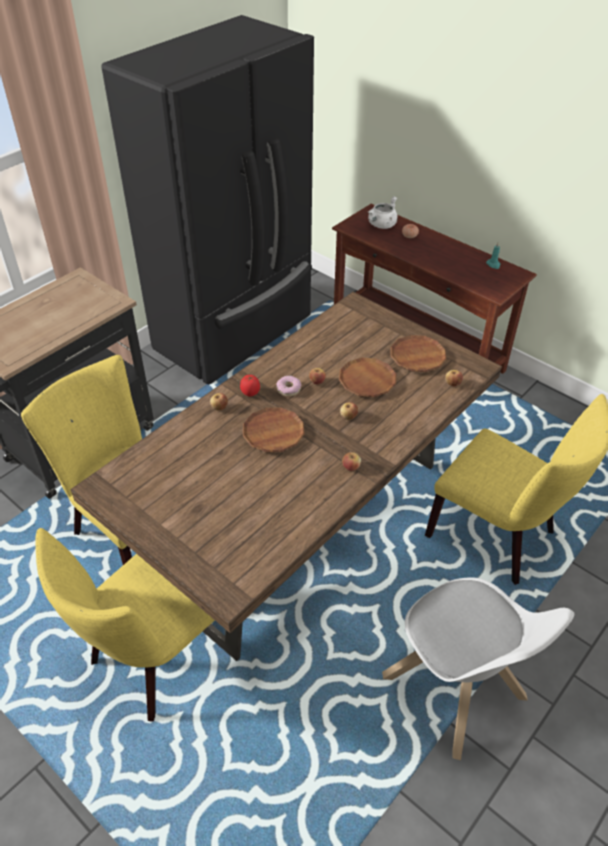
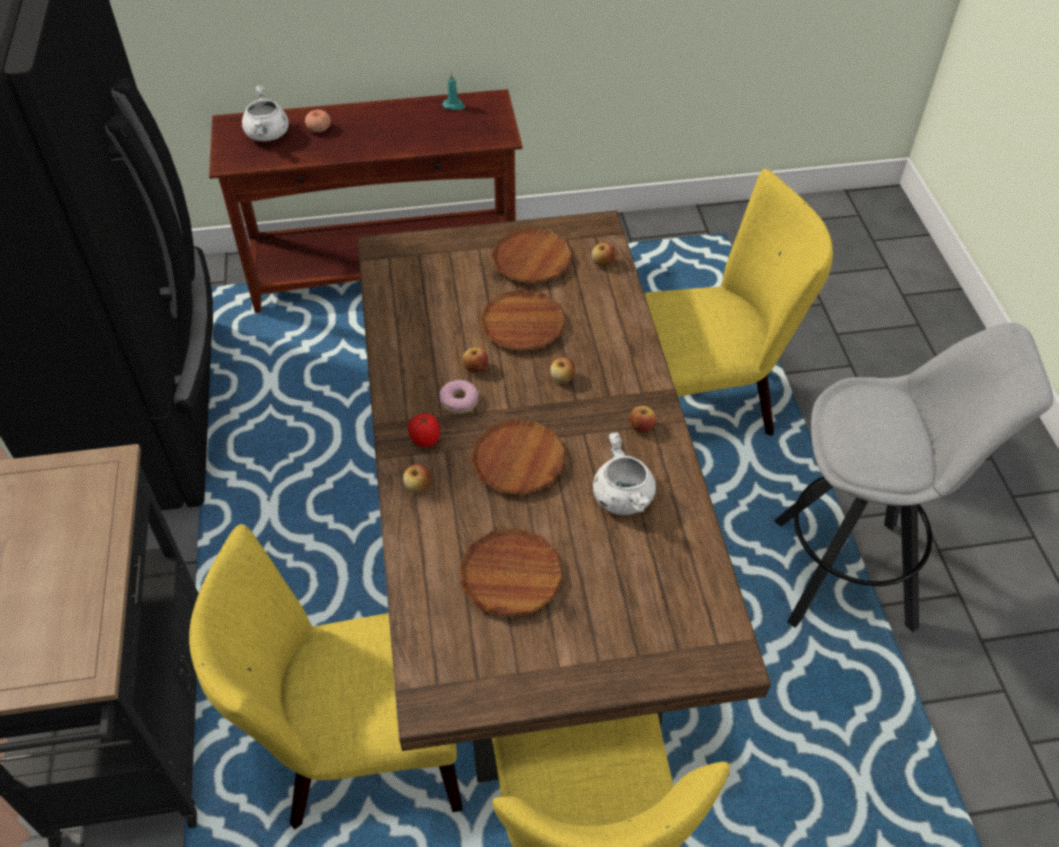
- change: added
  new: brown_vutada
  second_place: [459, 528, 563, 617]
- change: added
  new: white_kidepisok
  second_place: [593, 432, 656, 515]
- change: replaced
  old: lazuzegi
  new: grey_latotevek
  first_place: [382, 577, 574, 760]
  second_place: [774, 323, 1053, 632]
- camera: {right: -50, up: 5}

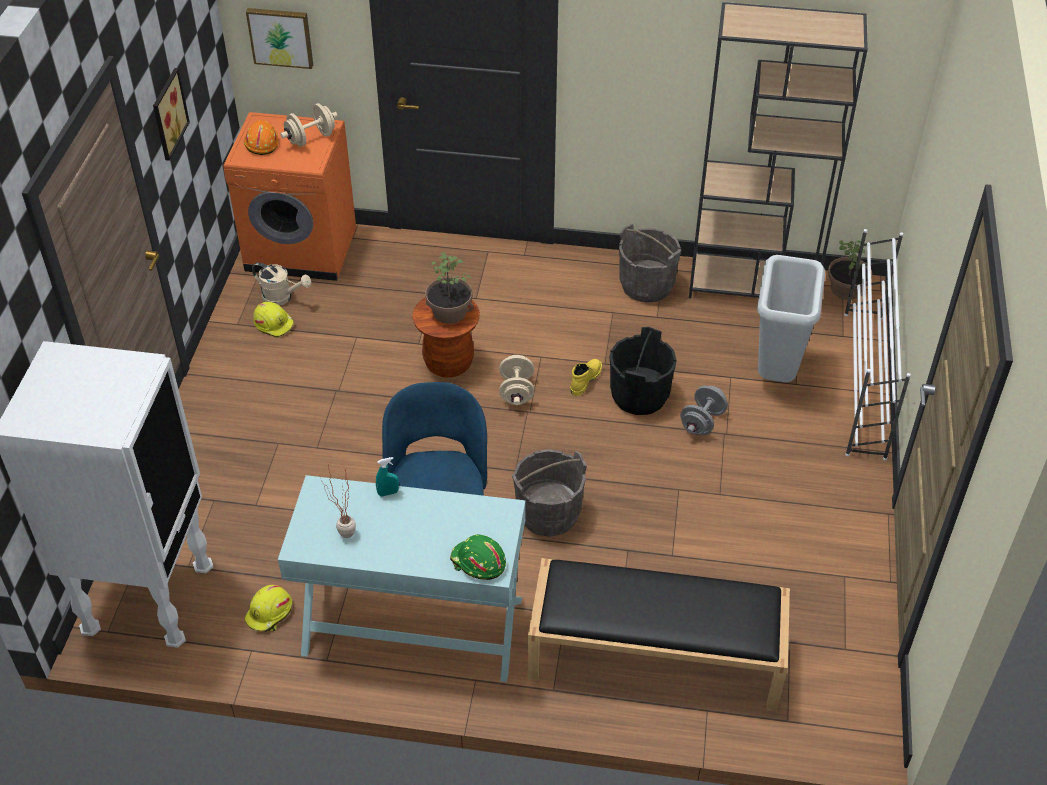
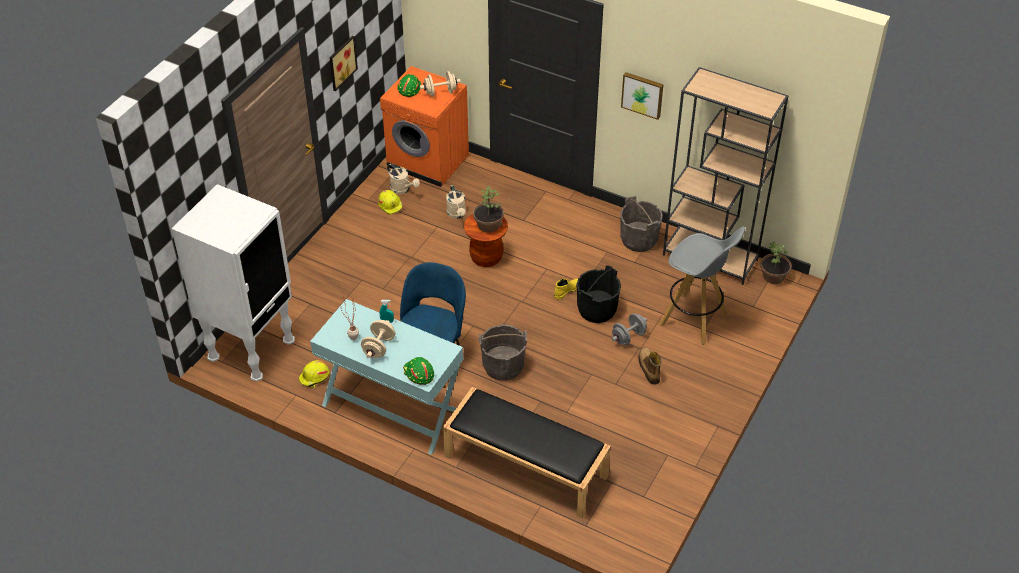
- change: moved
  old: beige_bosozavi
  first_place: [499, 355, 534, 405]
  second_place: [361, 320, 395, 358]
- change: recoloured
  old: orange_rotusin
  new: green_rotusin
  first_place: [244, 121, 279, 155]
  second_place: [397, 74, 421, 97]
- change: added
  new: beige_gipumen
  second_place: [446, 185, 466, 219]
- change: moved
  old: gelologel
  first_place: [246, 8, 313, 69]
  second_place: [621, 72, 664, 120]
- change: added
  new: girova
  second_place: [638, 347, 661, 385]
- change: replaced
  old: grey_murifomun
  new: grey_latotevek
  first_place: [757, 255, 825, 382]
  second_place: [660, 226, 745, 345]
- change: removed
  old: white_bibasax
  first_place: [844, 229, 911, 460]
- camera: {right: 20, up: 0}

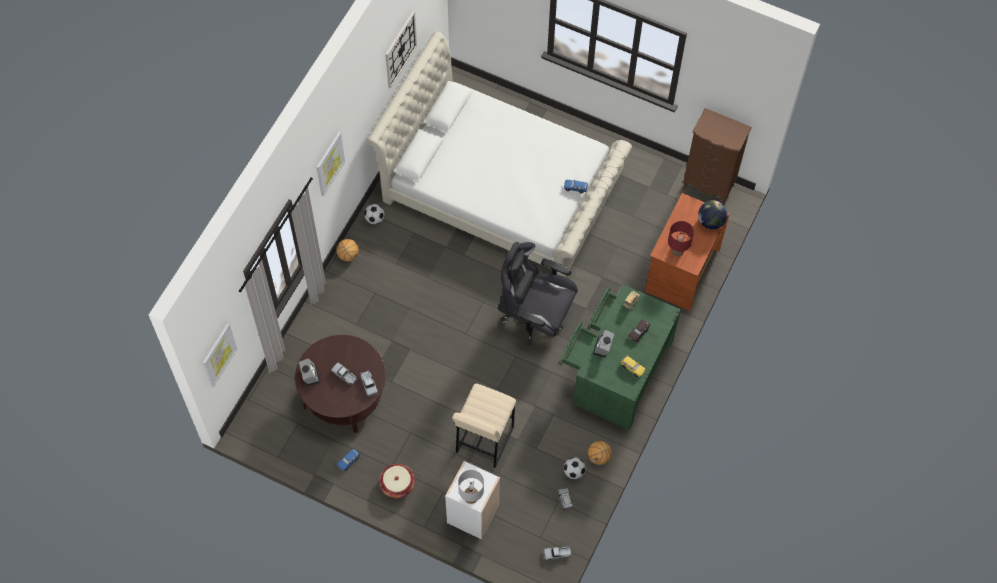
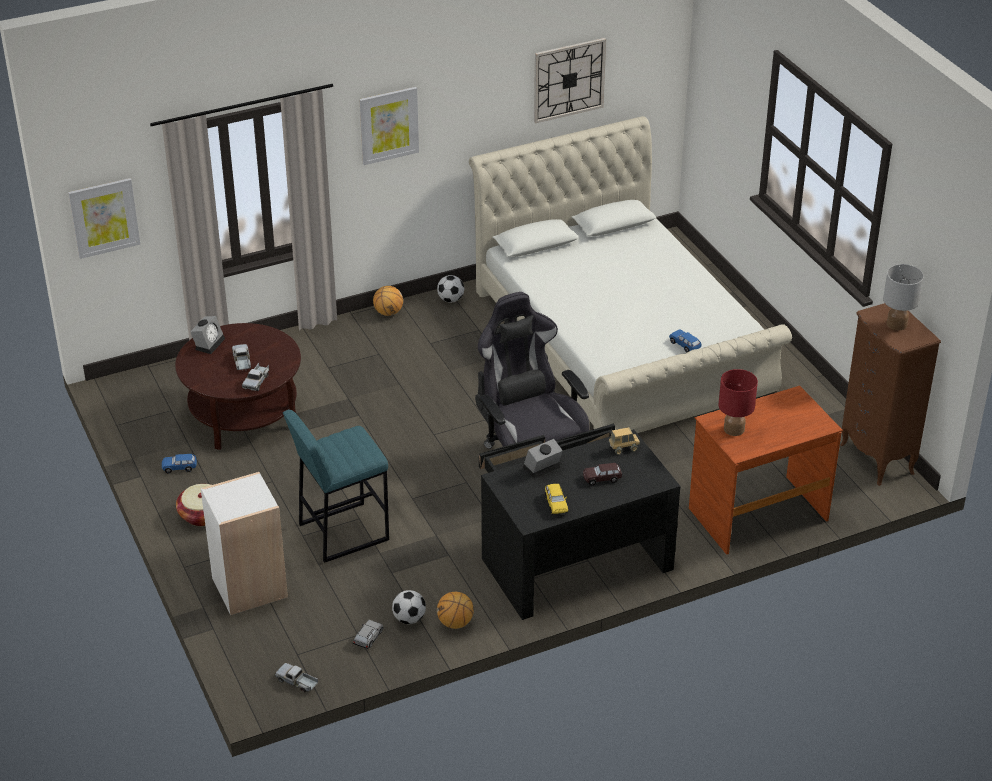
- change: recoloured
  old: beige_latotevek
  new: turquoise_latotevek
  first_place: [452, 384, 516, 468]
  second_place: [283, 410, 389, 563]
- change: recoloured
  old: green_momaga
  new: black_momaga
  first_place: [559, 284, 681, 430]
  second_place: [479, 424, 681, 620]
- change: moved
  old: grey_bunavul
  first_place: [458, 470, 484, 504]
  second_place: [883, 264, 924, 330]
- change: removed
  old: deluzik
  first_place: [698, 200, 728, 229]
- camera: {right: 40, up: -25}

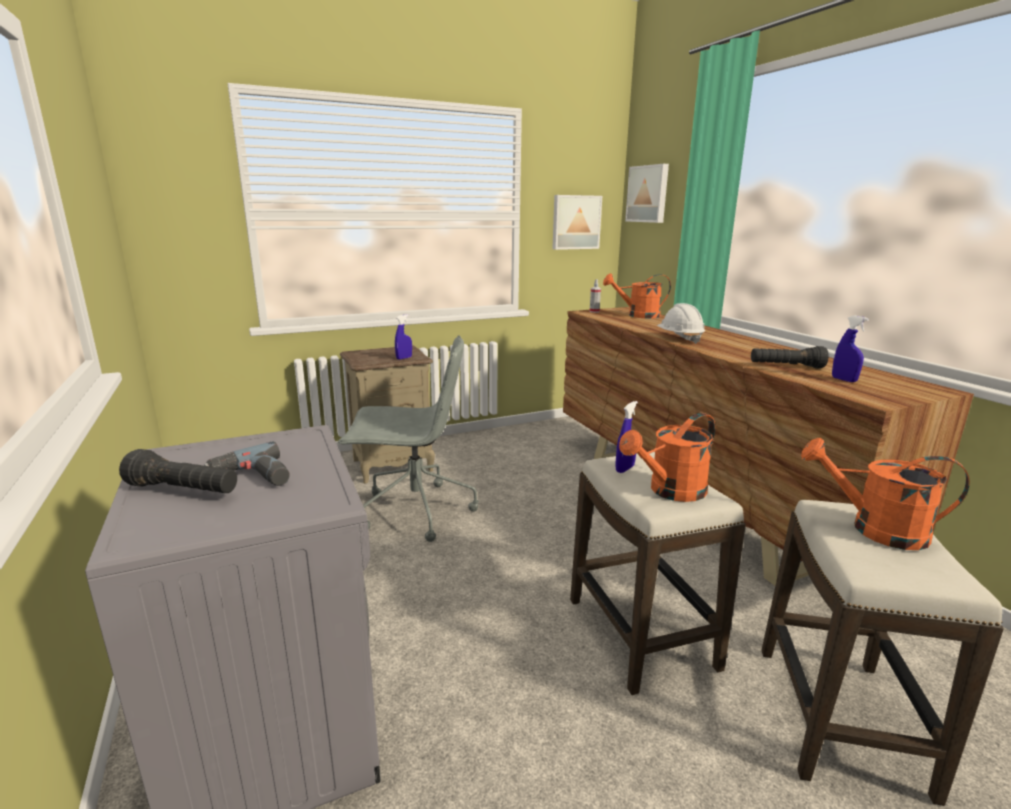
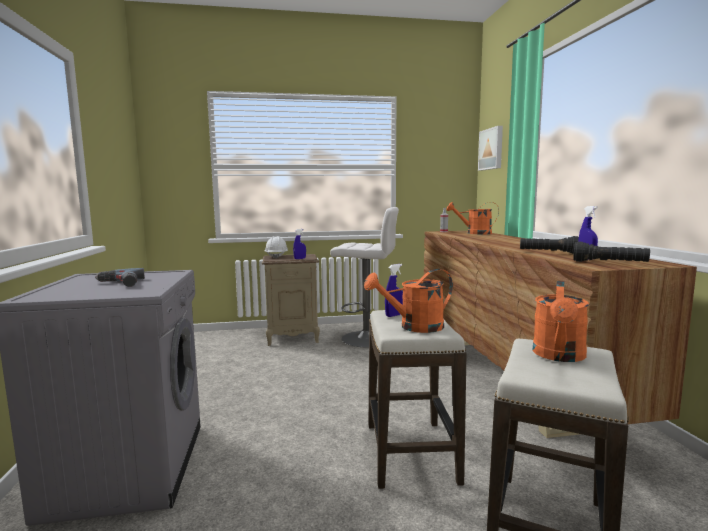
- change: moved
  old: white_rotusin
  first_place: [657, 303, 705, 344]
  second_place: [265, 236, 288, 258]
- change: added
  new: white_latotevek
  second_place: [330, 207, 399, 347]
- change: turned
  old: orange_gipumen
  first_place: [801, 438, 969, 550]
  second_place: [532, 281, 589, 362]
  degrees: -105
- change: moved
  old: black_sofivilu
  first_place: [119, 449, 237, 493]
  second_place: [573, 242, 650, 262]
- change: removed
  old: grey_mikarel
  first_place: [338, 335, 479, 542]
- change: removed
  old: gelologel
  first_place: [552, 195, 602, 250]
- camera: {right: 15, up: -10}

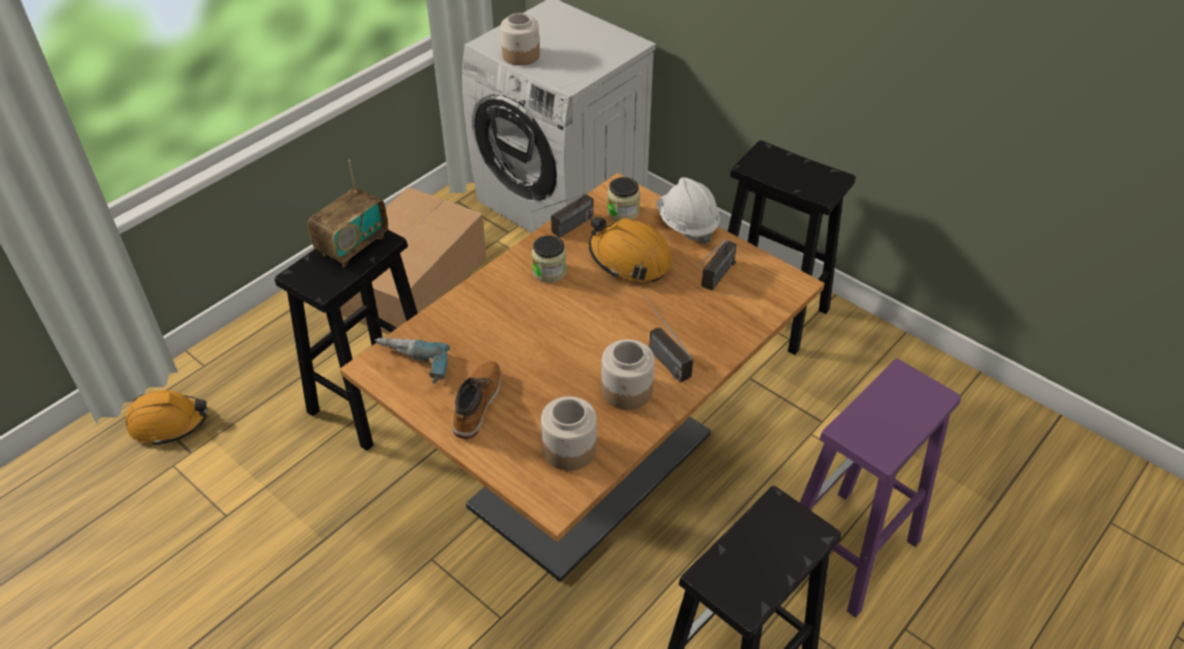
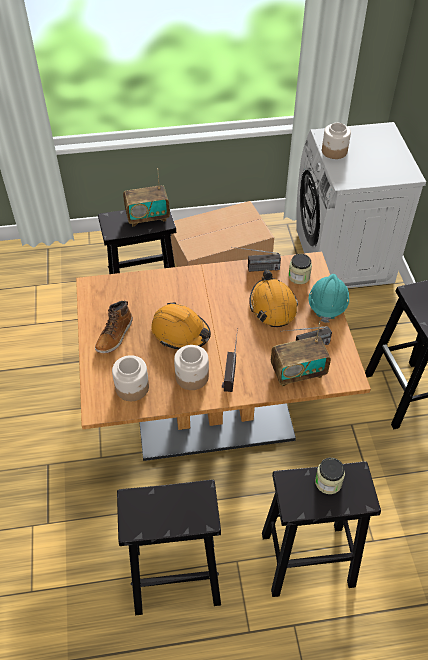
- change: turned
  old: girova
  first_place: [452, 361, 501, 439]
  second_place: [95, 300, 133, 353]
  degrees: 150
- change: moved
  old: orange_rotusin
  first_place: [125, 390, 208, 446]
  second_place: [151, 302, 211, 350]
- change: recoloured
  old: purple_latotevek
  new: black_latotevek
  first_place: [800, 359, 961, 618]
  second_place: [262, 461, 381, 597]
- change: added
  new: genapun
  second_place: [271, 321, 331, 387]
- change: recoloured
  old: white_rotusin
  new: turquoise_rotusin
  first_place: [656, 177, 720, 244]
  second_place: [308, 274, 349, 323]
- change: moved
  old: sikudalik
  first_place: [532, 235, 566, 283]
  second_place: [315, 458, 345, 494]
- change: removed
  old: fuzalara
  first_place: [375, 337, 450, 384]
- camera: {right: 40, up: 5}

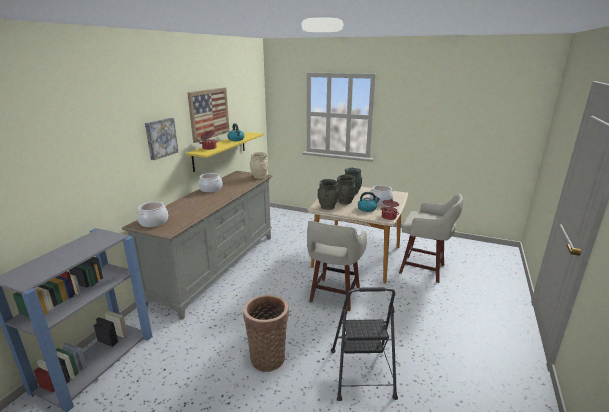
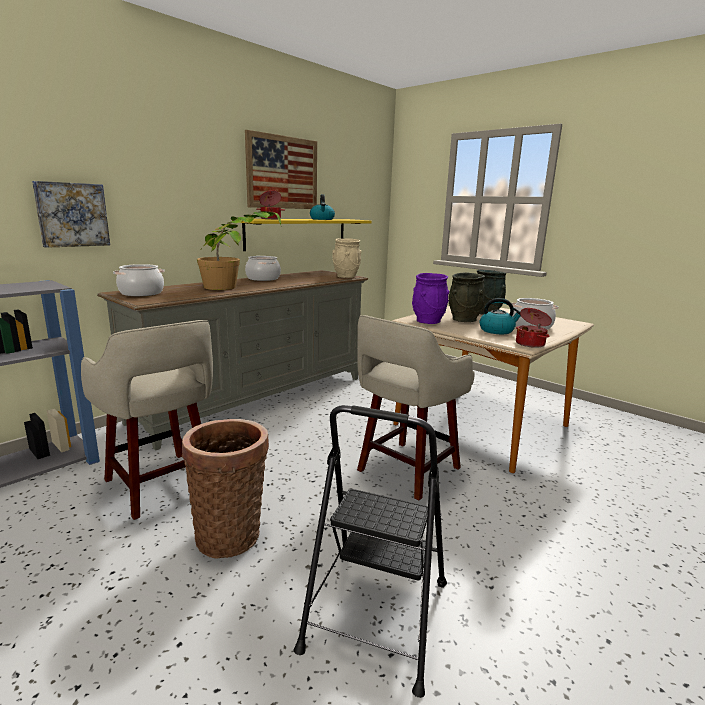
- change: moved
  old: gelologel
  first_place: [145, 118, 178, 160]
  second_place: [32, 181, 110, 248]
- change: moved
  old: beige_latotevek
  first_place: [399, 193, 463, 283]
  second_place: [81, 320, 213, 520]
- change: added
  new: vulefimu
  second_place: [197, 211, 281, 290]
- change: recoloured
  old: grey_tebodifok
  new: purple_tebodifok
  first_place: [318, 179, 339, 210]
  second_place: [412, 273, 449, 324]
- camera: {right: 20, up: -5}

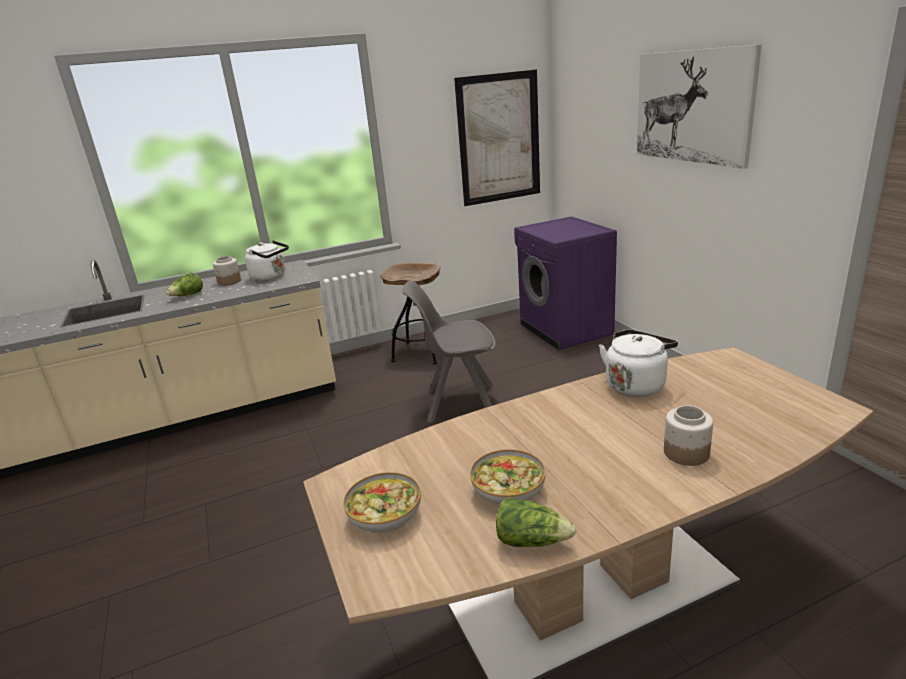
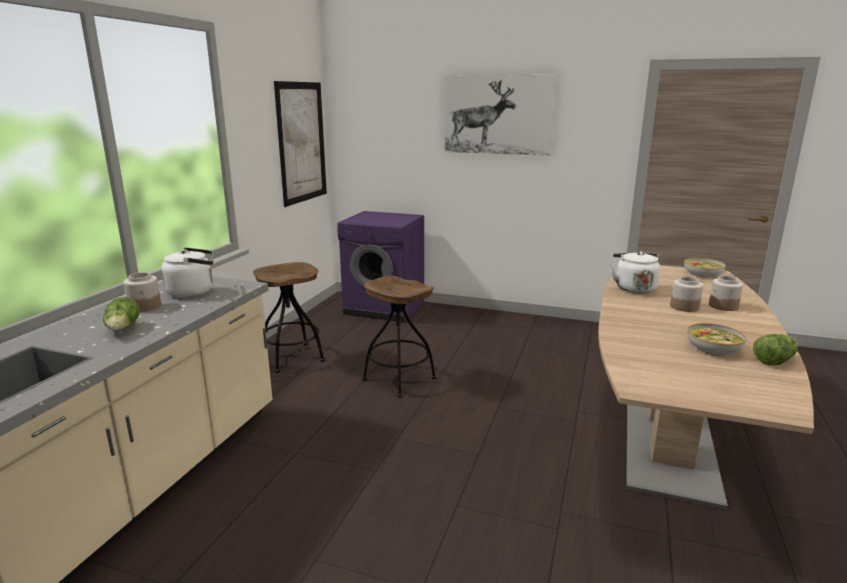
- change: replaced
  old: grey_lazuzegi
  new: brown_latotevek
  first_place: [403, 281, 496, 423]
  second_place: [362, 276, 436, 398]
- change: added
  new: sikudalik
  second_place: [670, 277, 703, 312]
- change: moved
  old: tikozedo
  first_place: [343, 472, 421, 533]
  second_place: [684, 258, 726, 278]
- camera: {right: -50, up: -5}

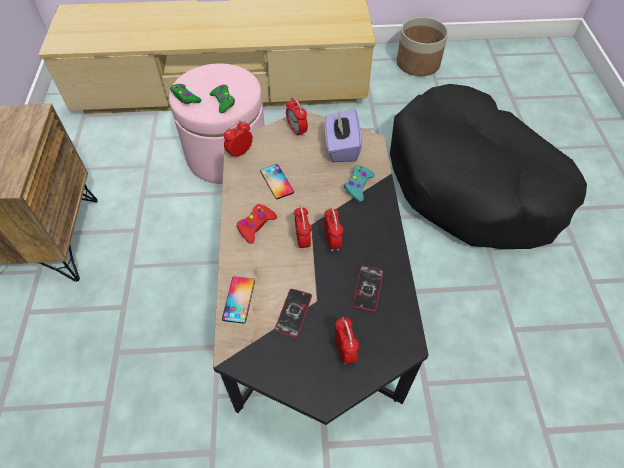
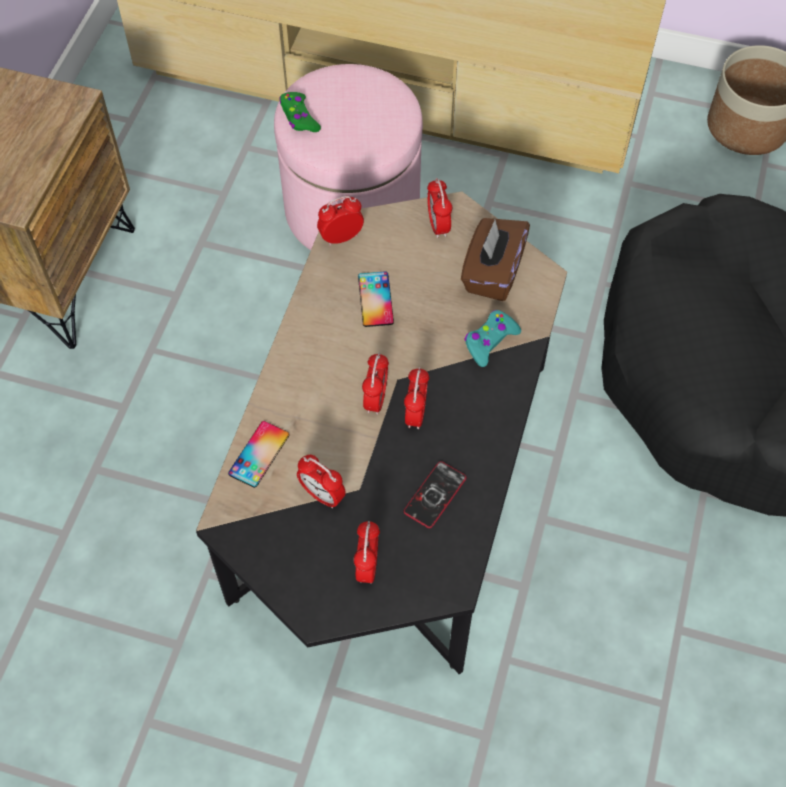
- change: replaced
  old: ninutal
  new: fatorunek
  first_place: [274, 289, 312, 338]
  second_place: [297, 455, 346, 508]
- change: recoloured
  old: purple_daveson
  new: brown_daveson
  first_place: [325, 109, 362, 162]
  second_place: [461, 218, 530, 301]
- change: removed
  old: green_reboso
  first_place: [210, 85, 235, 114]
- change: removed
  old: red_reboso
  first_place: [237, 204, 277, 244]
- camera: {right: 20, up: 5}

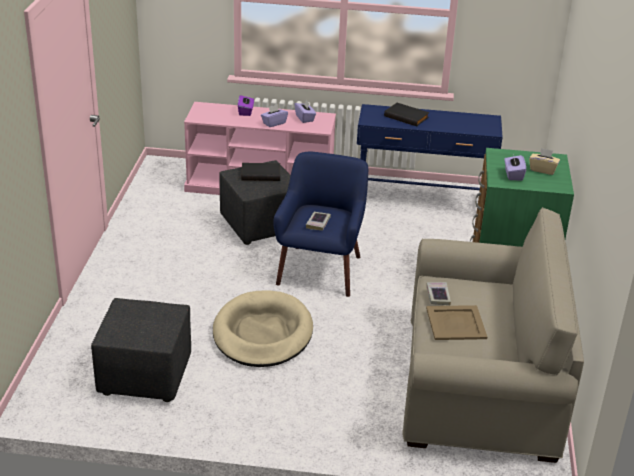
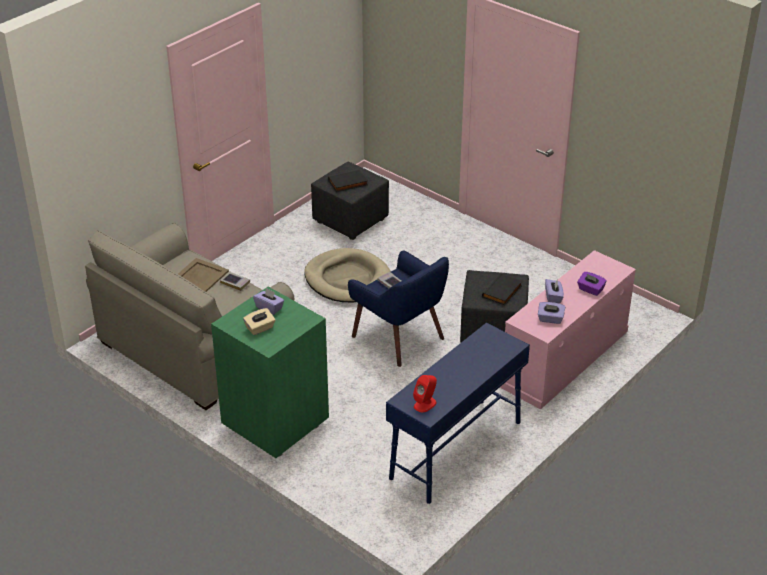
- change: moved
  old: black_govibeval
  first_place: [384, 103, 429, 126]
  second_place: [328, 169, 368, 192]
- change: added
  new: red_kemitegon
  second_place: [413, 375, 437, 412]
- camera: {right: 125, up: 5}

